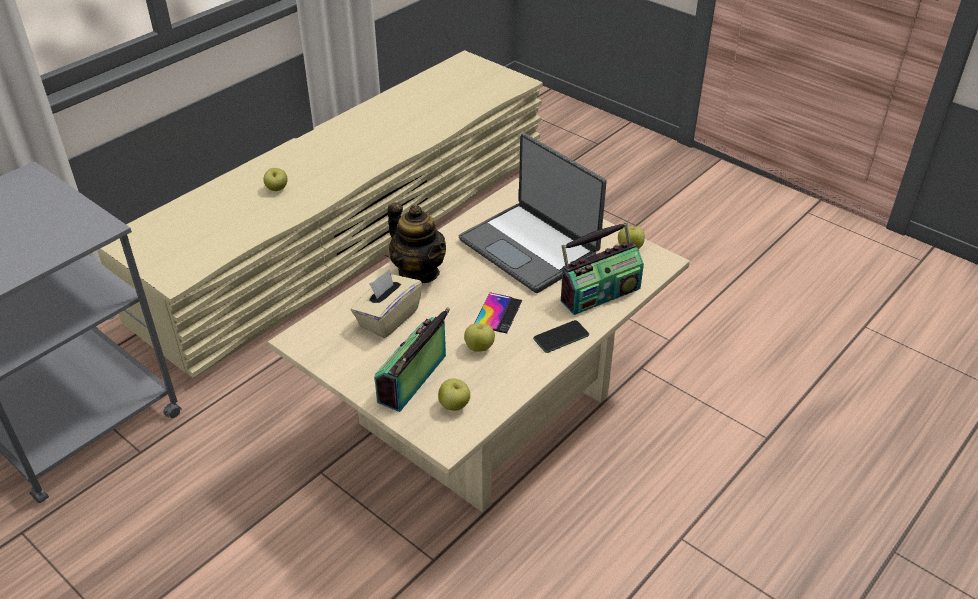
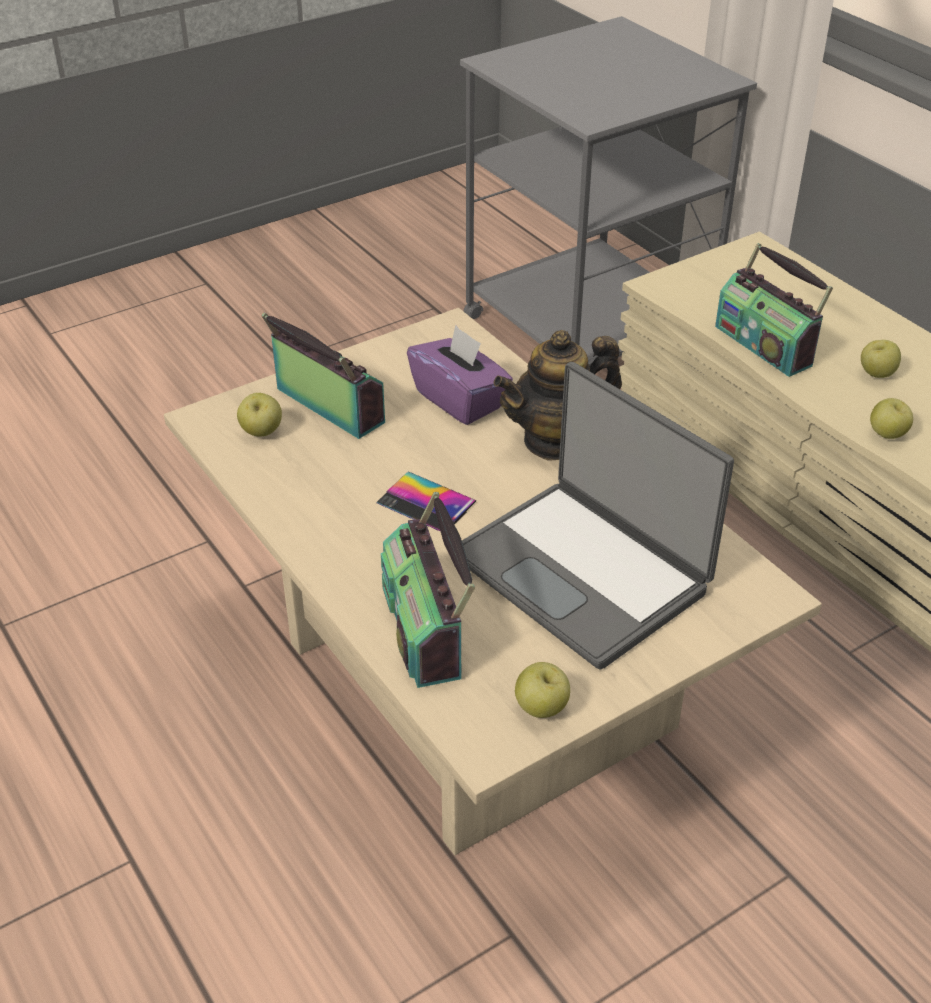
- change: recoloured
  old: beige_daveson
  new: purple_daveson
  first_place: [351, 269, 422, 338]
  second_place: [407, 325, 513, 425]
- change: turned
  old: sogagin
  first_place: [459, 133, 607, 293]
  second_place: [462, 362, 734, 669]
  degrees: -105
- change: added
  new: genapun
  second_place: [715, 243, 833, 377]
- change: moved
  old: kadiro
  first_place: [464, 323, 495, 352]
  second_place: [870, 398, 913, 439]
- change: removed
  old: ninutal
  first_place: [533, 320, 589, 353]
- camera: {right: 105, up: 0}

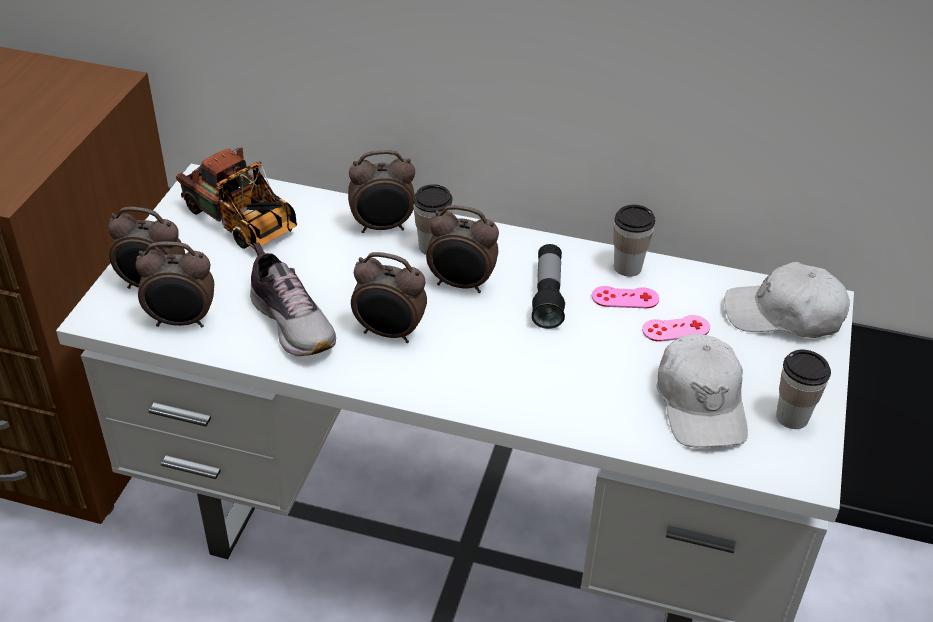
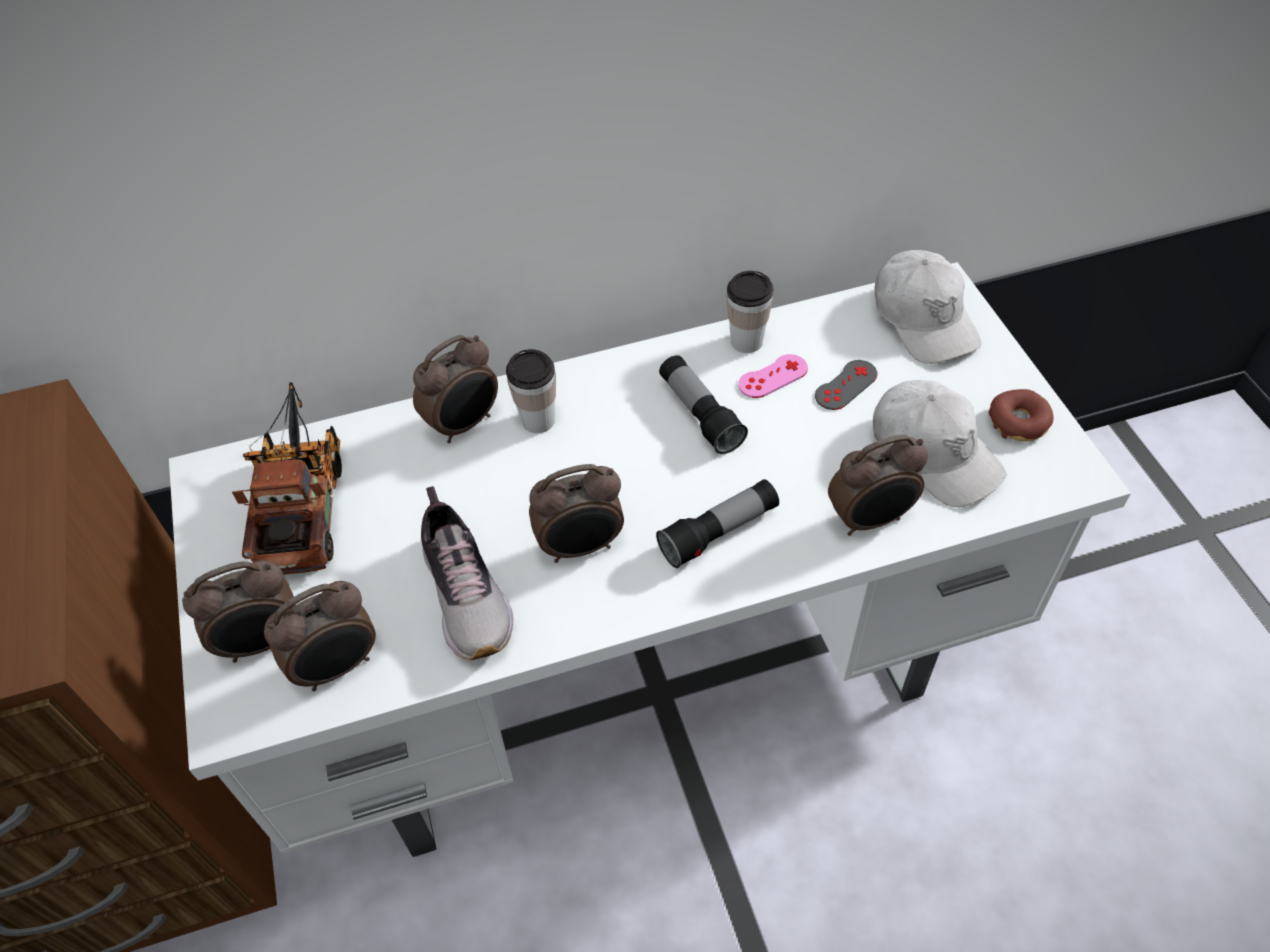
- change: turned
  old: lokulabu
  first_place: [176, 147, 297, 249]
  second_place: [232, 382, 342, 575]
  degrees: -105
- change: turned
  old: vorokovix
  first_place: [250, 243, 336, 356]
  second_place: [421, 486, 514, 660]
  degrees: 45
- change: added
  new: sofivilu
  second_place: [656, 479, 779, 568]
- change: recoloured
  old: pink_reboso
  new: grey_reboso
  first_place: [642, 315, 710, 342]
  second_place: [815, 360, 878, 410]
- change: moved
  old: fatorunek
  first_place: [426, 205, 499, 293]
  second_place: [828, 434, 928, 536]
- change: turned
  old: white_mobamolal
  first_place: [724, 262, 850, 338]
  second_place: [875, 250, 981, 364]
  degrees: -90
- change: replaced
  old: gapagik
  new: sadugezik
  first_place: [776, 350, 831, 429]
  second_place: [989, 389, 1054, 441]
- camera: {right: -30, up: 10}

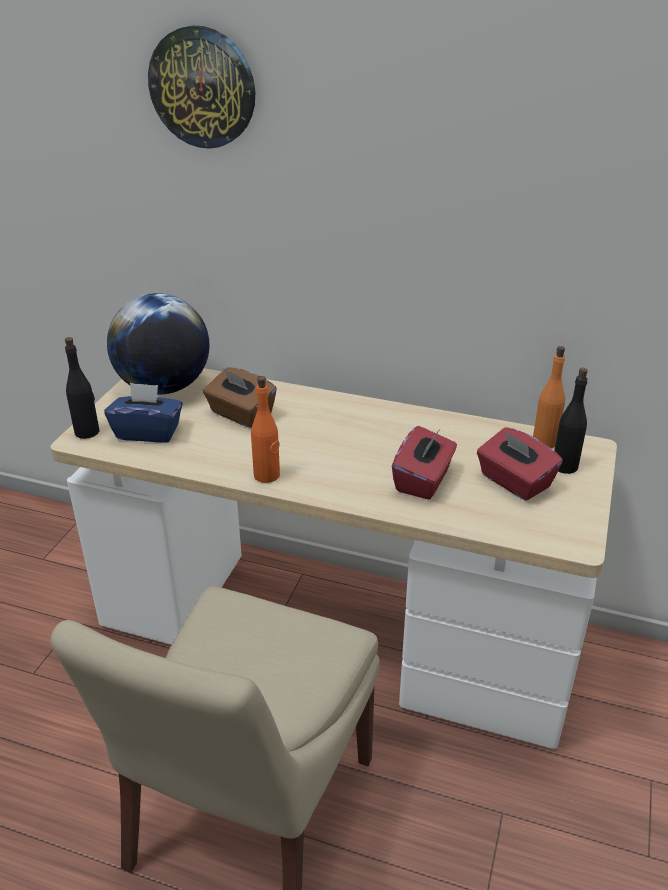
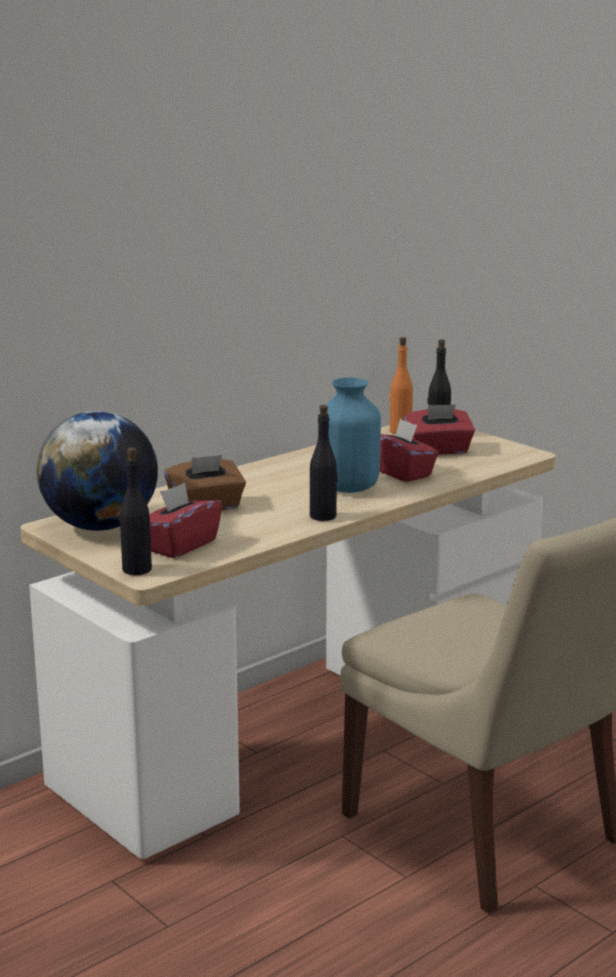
- change: recoloured
  old: blue_daveson
  new: red_daveson
  first_place: [104, 383, 183, 443]
  second_place: [149, 483, 222, 558]
- change: recoloured
  old: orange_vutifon
  new: black_vutifon
  first_place: [251, 376, 280, 483]
  second_place: [310, 405, 338, 521]
- change: added
  new: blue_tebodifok
  second_place: [326, 378, 381, 493]
- change: removed
  old: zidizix
  first_place: [148, 25, 255, 149]
- camera: {right: -60, up: -15}

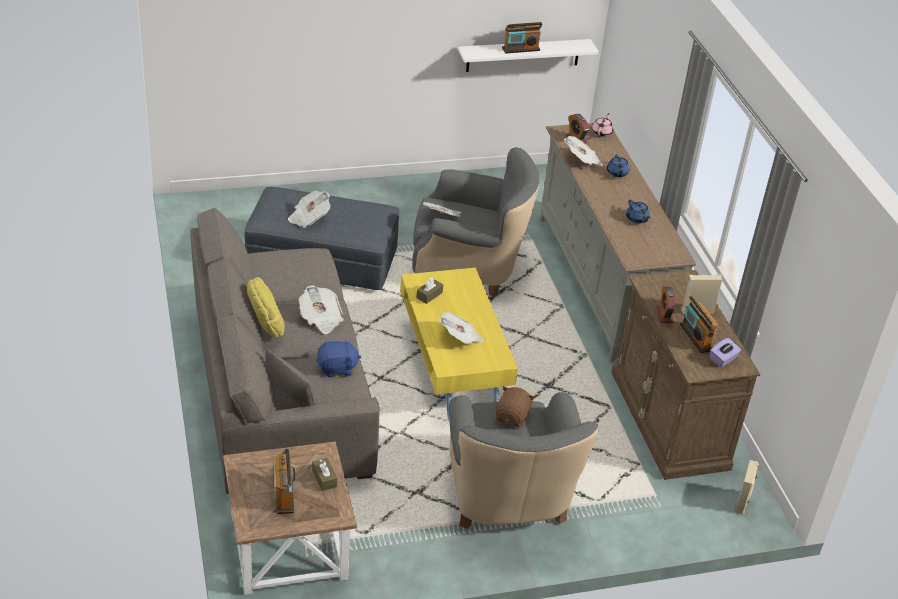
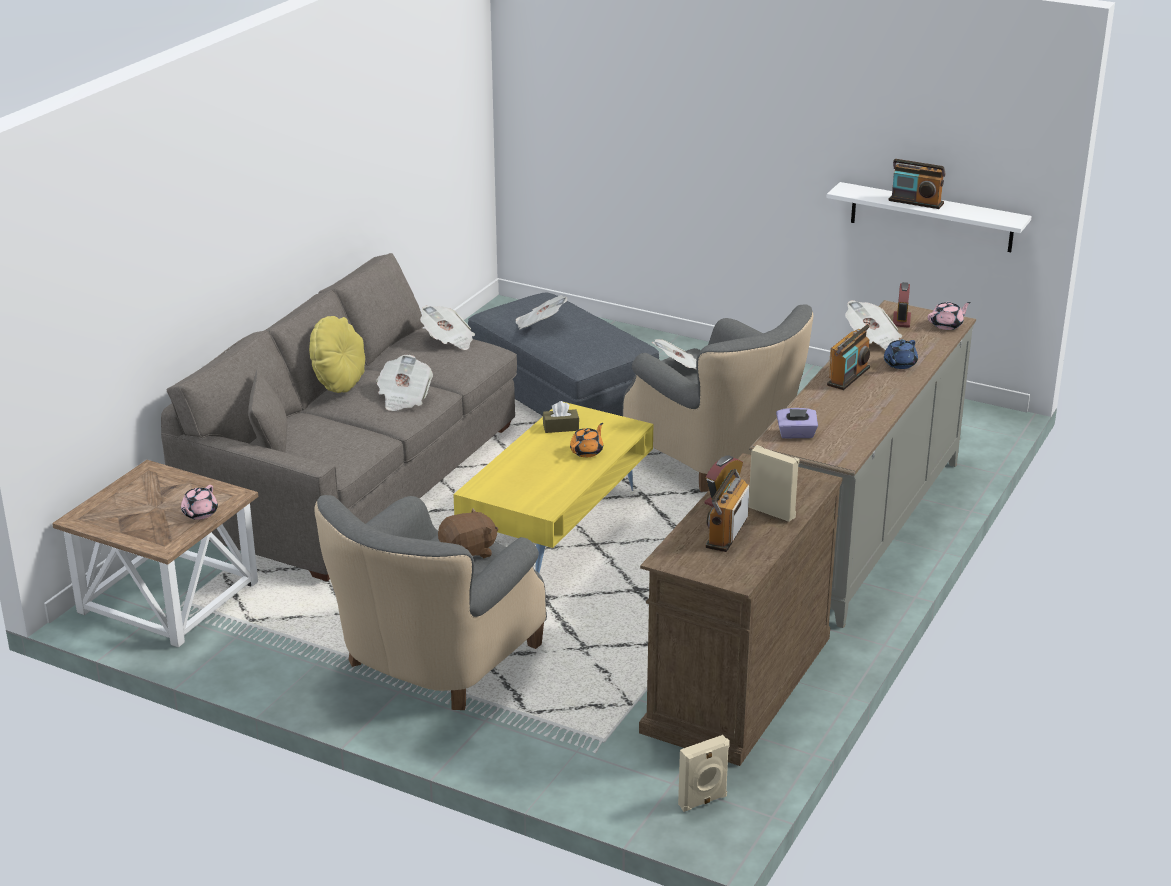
- change: replaced
  old: brown_daveson
  new: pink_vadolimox
  first_place: [312, 458, 337, 491]
  second_place: [181, 485, 218, 520]
- change: moved
  old: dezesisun
  first_place: [439, 312, 484, 344]
  second_place: [420, 305, 475, 350]
- change: added
  new: orange_vadolimox
  second_place: [570, 423, 603, 457]
- change: moved
  old: purple_daveson
  first_place: [710, 338, 741, 367]
  second_place: [776, 408, 818, 439]
- change: moved
  old: genapun
  first_place: [274, 449, 295, 514]
  second_place: [827, 324, 870, 390]
- change: removed
  old: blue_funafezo
  first_place: [316, 338, 361, 377]
- change: removed
  old: blue_vadolimox
  first_place: [626, 199, 651, 223]
- camera: {right: 45, up: -10}

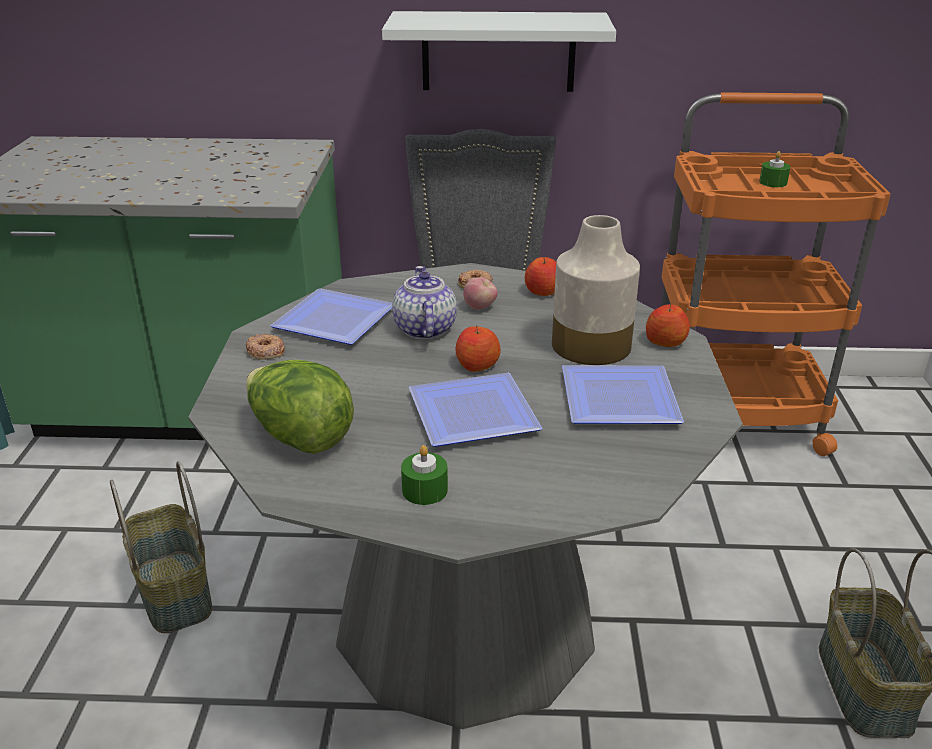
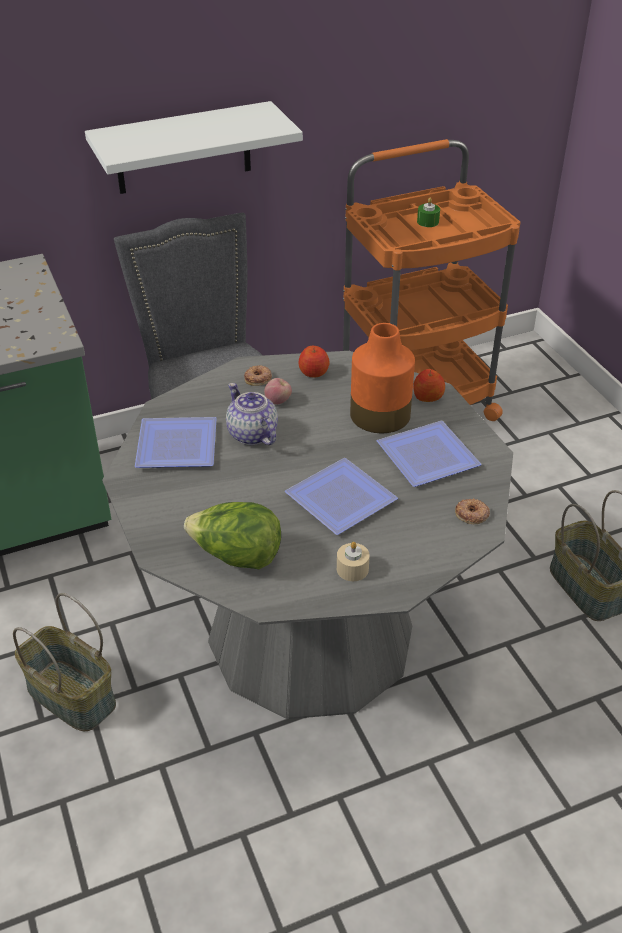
- change: recoloured
  old: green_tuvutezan
  new: beige_tuvutezan
  first_place: [401, 445, 448, 505]
  second_place: [337, 542, 370, 581]
- change: recoloured
  old: beige_tebodifok
  new: orange_tebodifok
  first_place: [552, 215, 640, 365]
  second_place: [350, 323, 415, 433]
- change: moved
  old: sadugezik
  first_place: [246, 333, 285, 360]
  second_place: [455, 499, 490, 524]
- change: removed
  old: kadiro
  first_place: [455, 326, 501, 372]
- camera: {right: -25, up: 10}

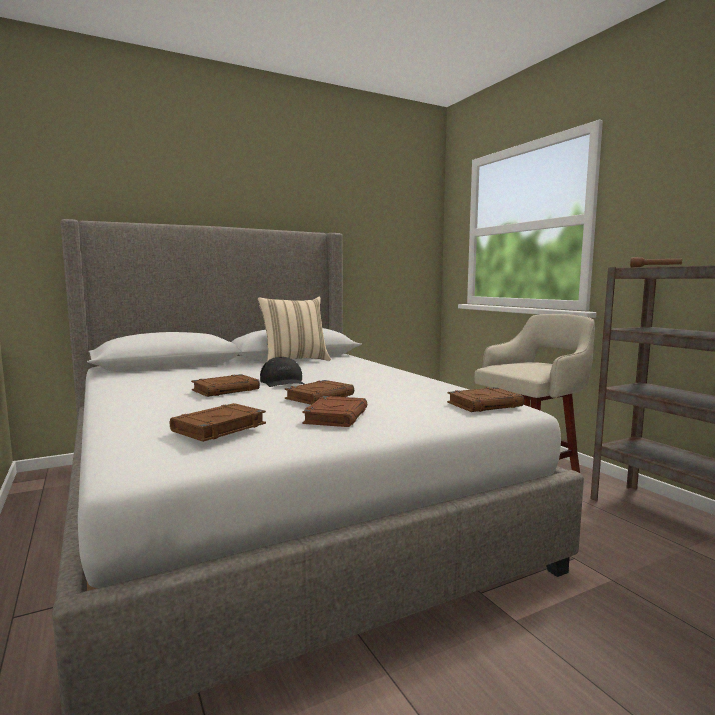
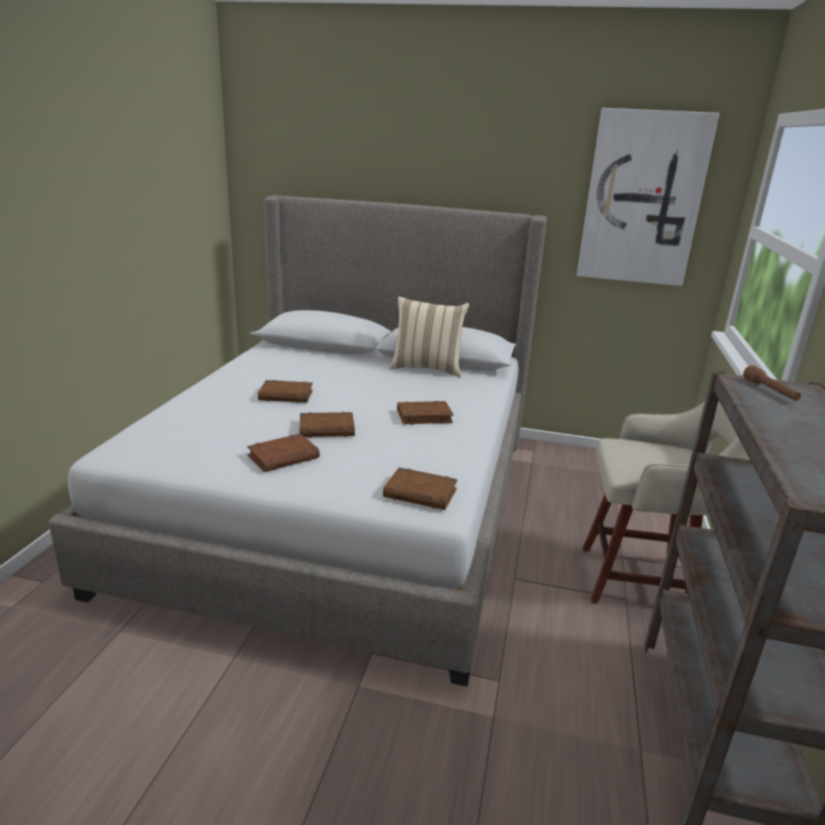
- change: moved
  old: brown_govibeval
  first_place: [170, 403, 266, 442]
  second_place: [397, 401, 454, 425]
- change: added
  new: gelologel
  second_place: [577, 108, 720, 286]
- change: removed
  old: black_mobamolal
  first_place: [260, 356, 304, 387]
- camera: {right: 40, up: 15}

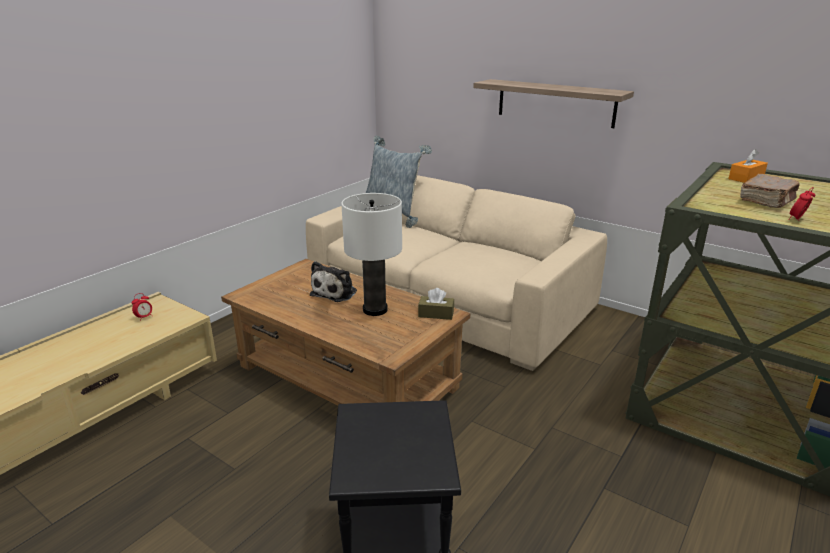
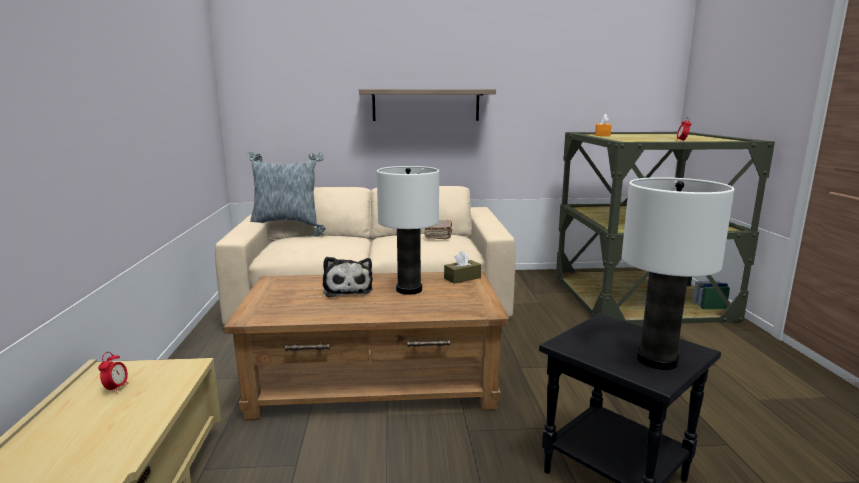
- change: moved
  old: brown_govibeval
  first_place: [740, 174, 800, 208]
  second_place: [424, 220, 452, 239]
- change: added
  new: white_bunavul
  second_place: [622, 177, 734, 370]
- camera: {right: -40, up: -10}

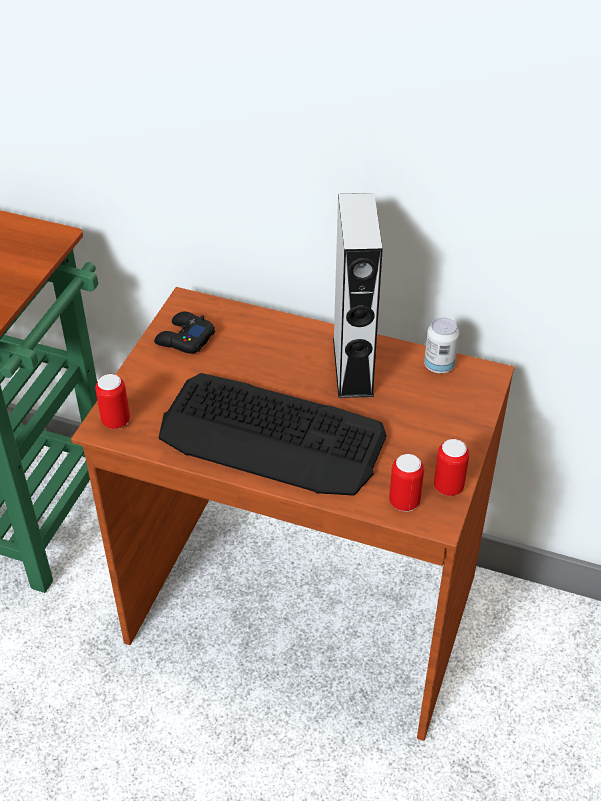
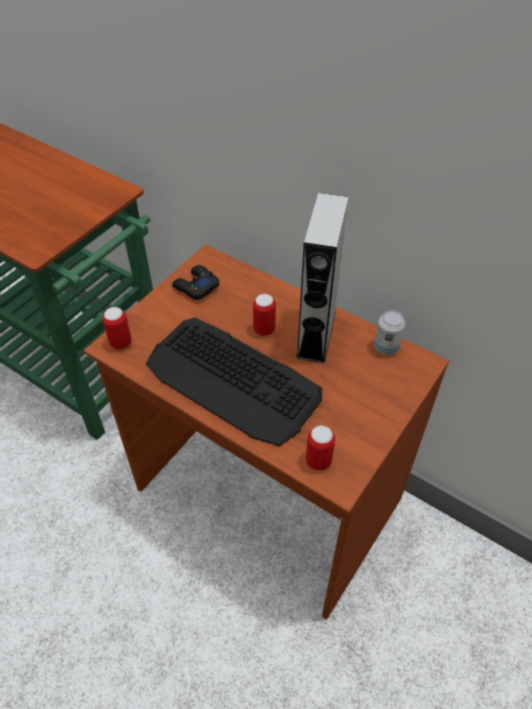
- change: moved
  old: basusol
  first_place: [434, 439, 469, 496]
  second_place: [253, 294, 276, 336]
- camera: {right: 15, up: 5}

